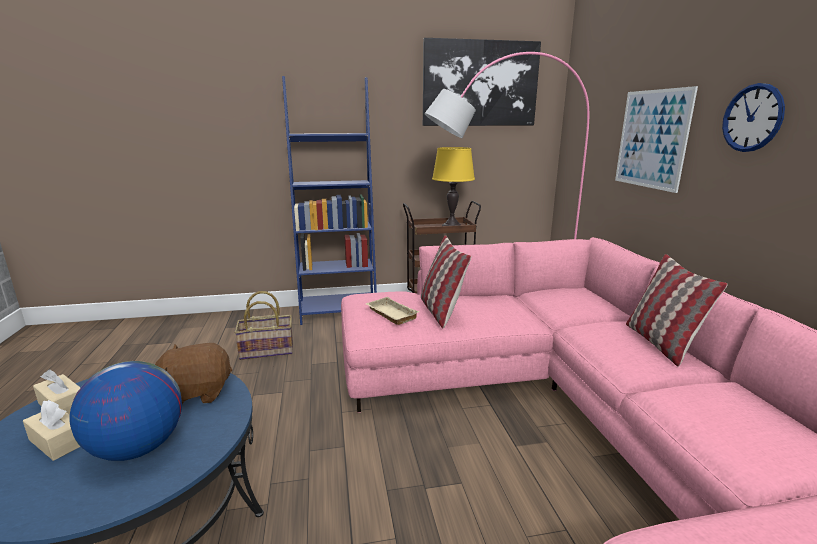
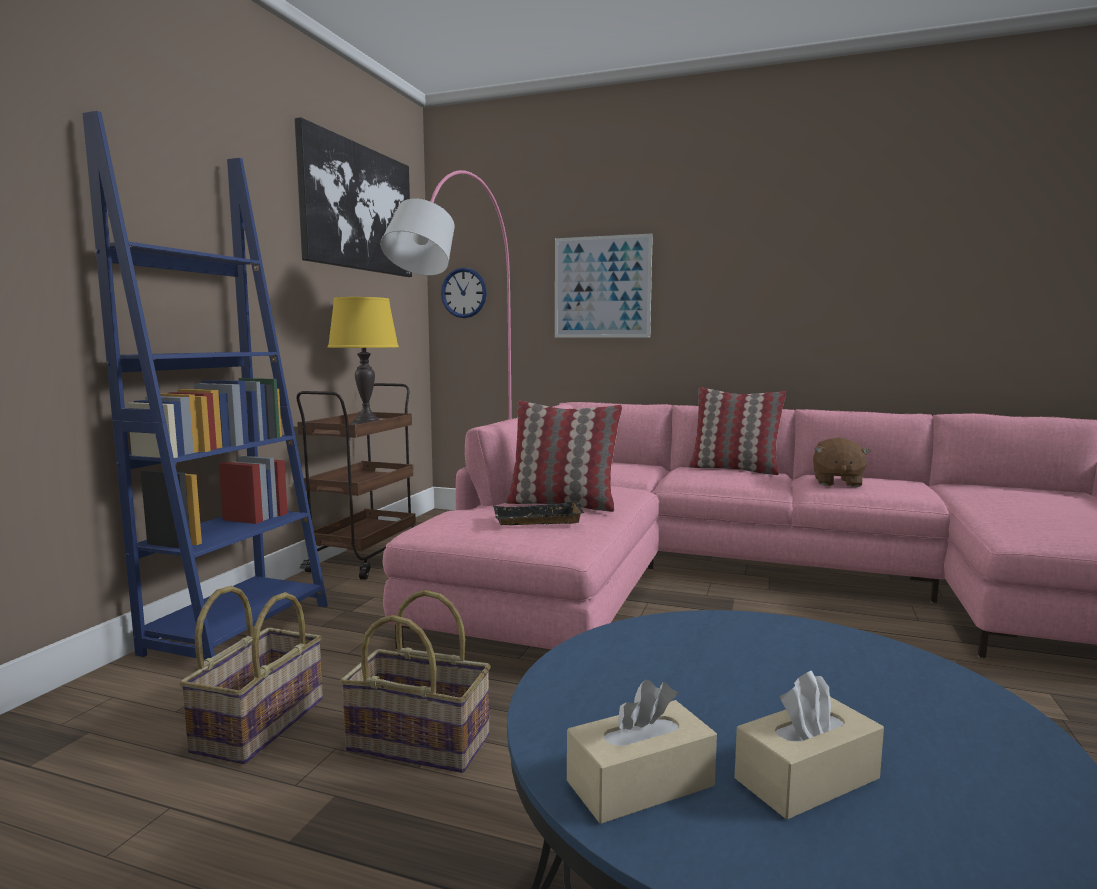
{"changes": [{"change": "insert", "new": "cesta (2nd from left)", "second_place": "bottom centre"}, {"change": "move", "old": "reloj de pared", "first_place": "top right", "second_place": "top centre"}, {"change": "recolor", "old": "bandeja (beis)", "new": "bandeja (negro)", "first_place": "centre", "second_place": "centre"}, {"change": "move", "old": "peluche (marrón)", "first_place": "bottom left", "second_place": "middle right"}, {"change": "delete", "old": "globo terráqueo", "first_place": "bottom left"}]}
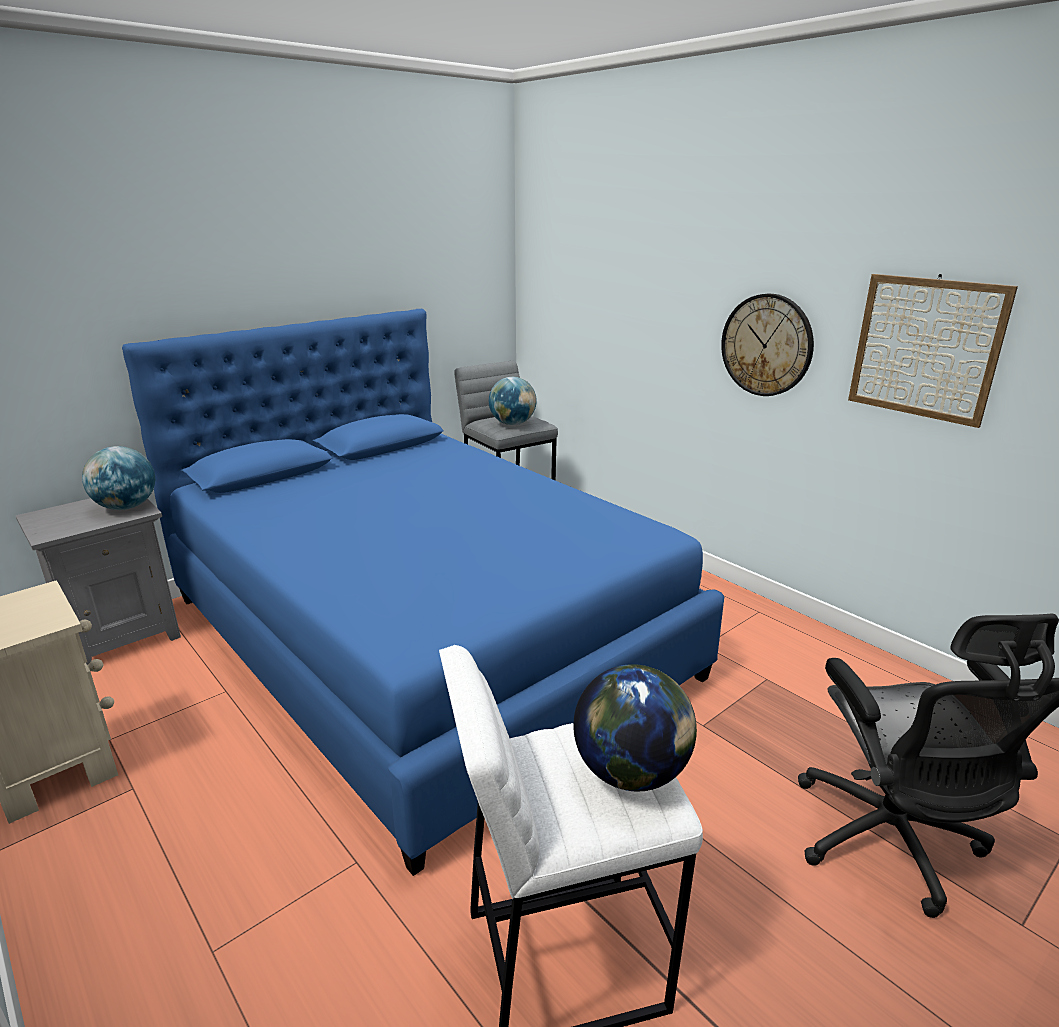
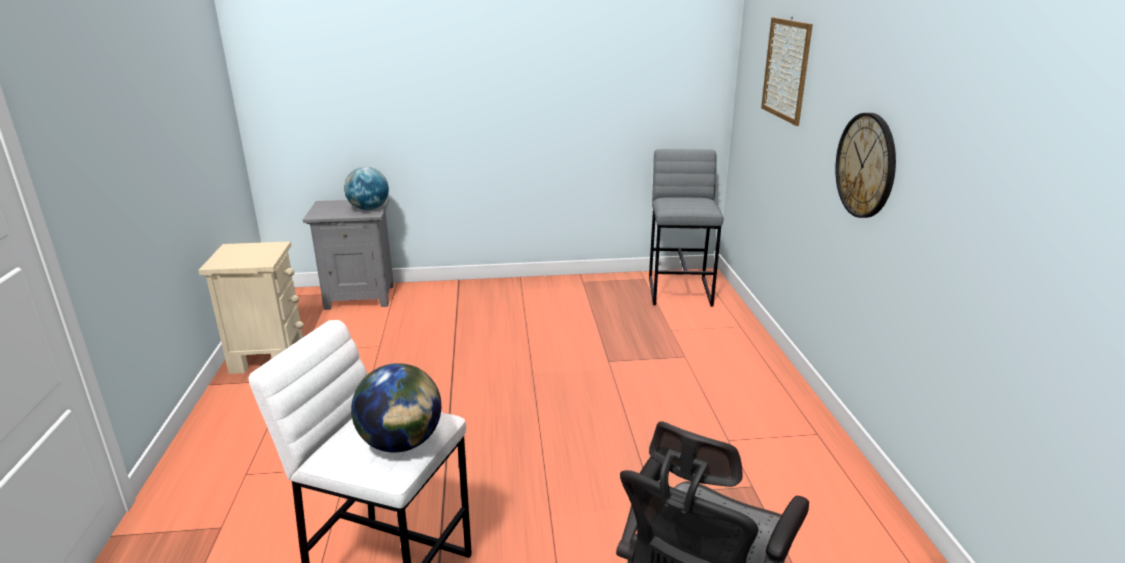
{"changes": [{"change": "move", "old": "cuadro", "first_place": "middle right", "second_place": "top right"}, {"change": "delete", "old": "cama (azul)", "first_place": "centre"}, {"change": "delete", "old": "globo terráqueo (2nd from left)", "first_place": "centre"}]}
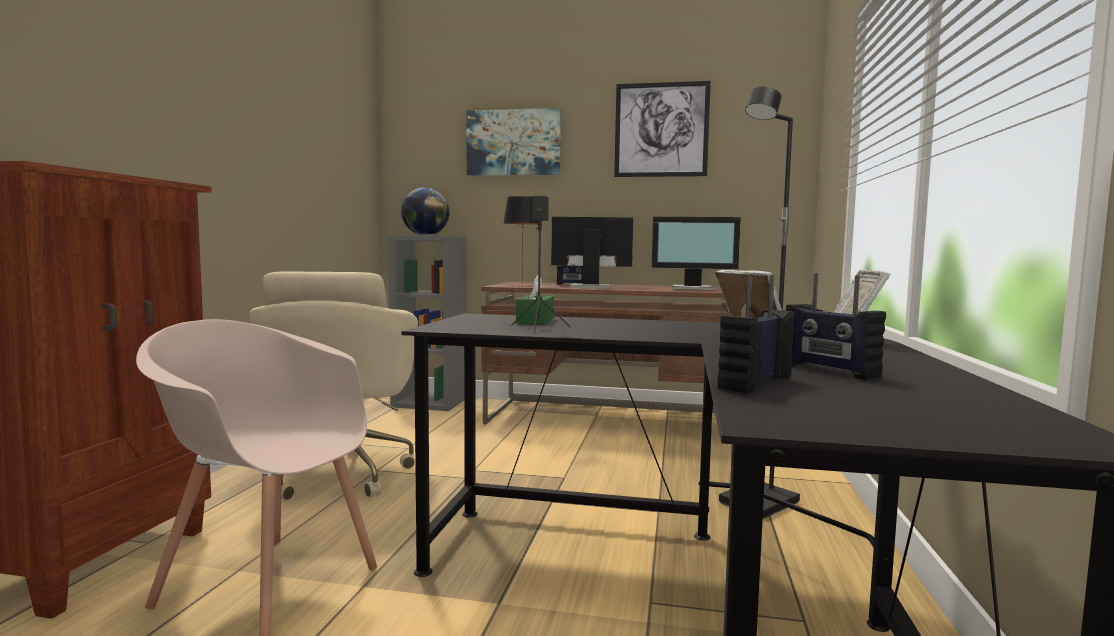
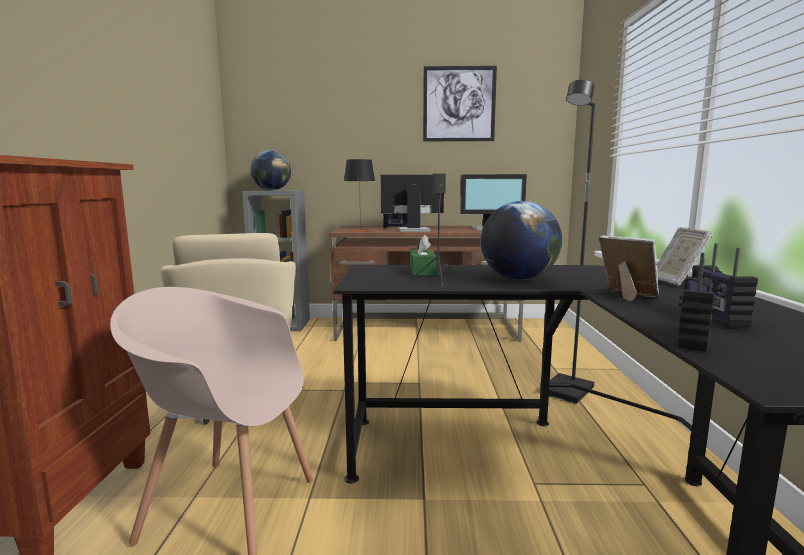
{"changes": [{"change": "insert", "new": "globo terráqueo (2nd from left)", "second_place": "centre"}, {"change": "rotate", "old": "radio (3rd from left)", "first_place": "middle right", "second_place": "middle right", "degrees": 45}, {"change": "delete", "old": "cuadro (1st from left)", "first_place": "top centre"}]}
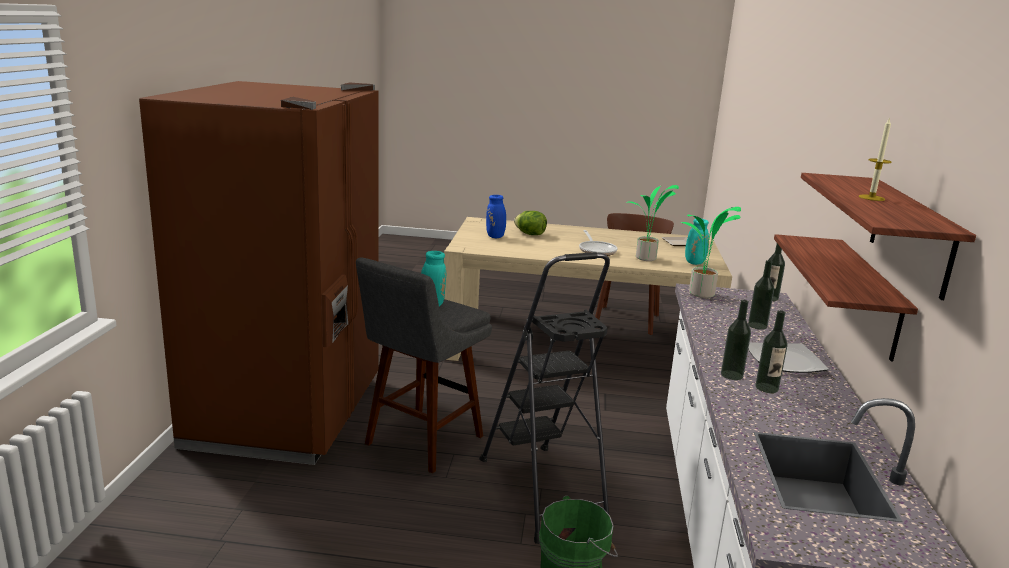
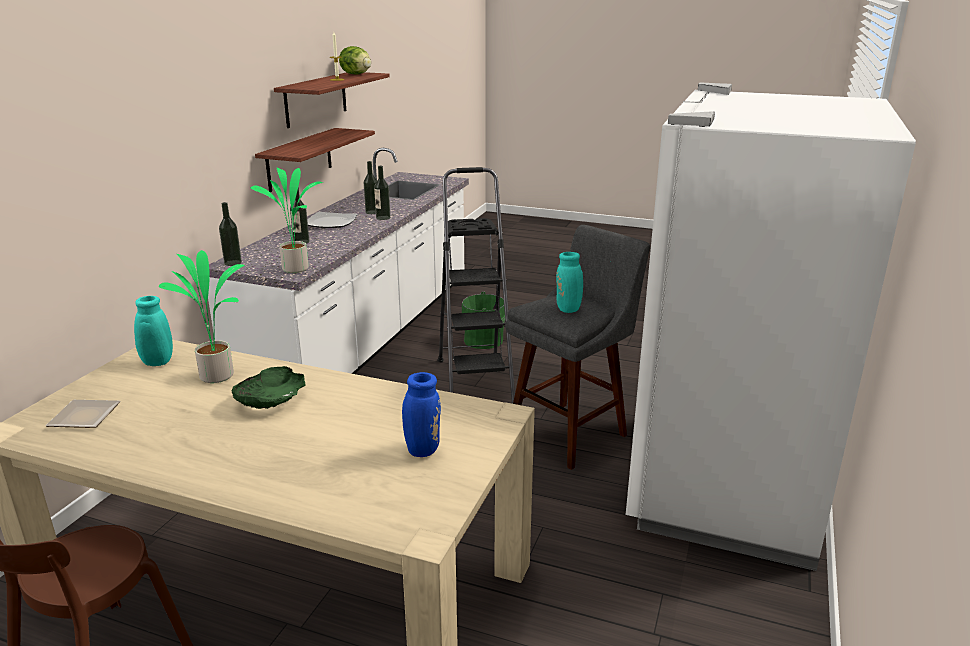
{"changes": [{"change": "replace", "old": "sartén", "new": "cuenco (verde)", "first_place": "centre", "second_place": "middle left"}, {"change": "move", "old": "lechuga", "first_place": "centre", "second_place": "top centre"}, {"change": "recolor", "old": "nevera (marrón)", "new": "nevera (blanco)", "first_place": "middle left", "second_place": "middle right"}]}
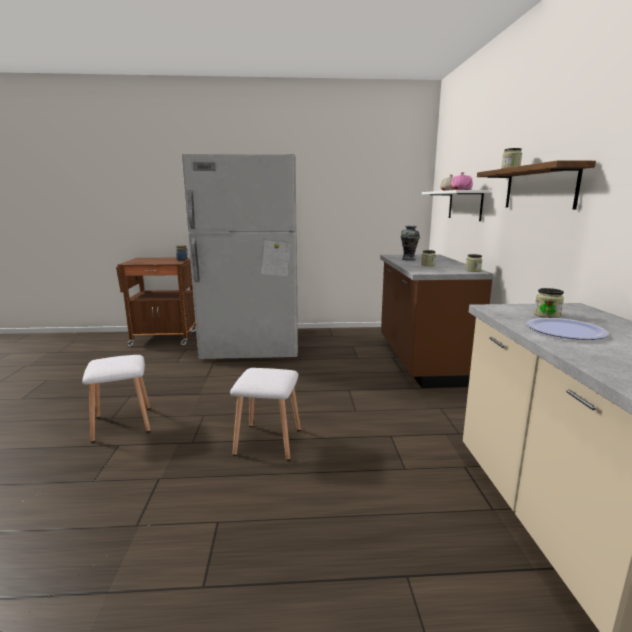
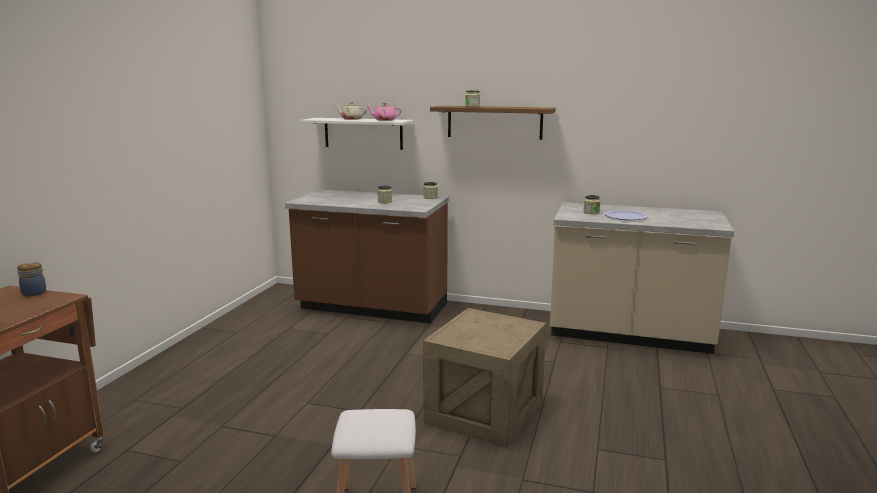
{"changes": [{"change": "replace", "old": "taburete (blanco) (2nd from left)", "new": "caja de embalaje", "first_place": "centre", "second_place": "bottom centre"}, {"change": "delete", "old": "nevera (blanco)", "first_place": "centre"}, {"change": "delete", "old": "florero", "first_place": "centre"}]}
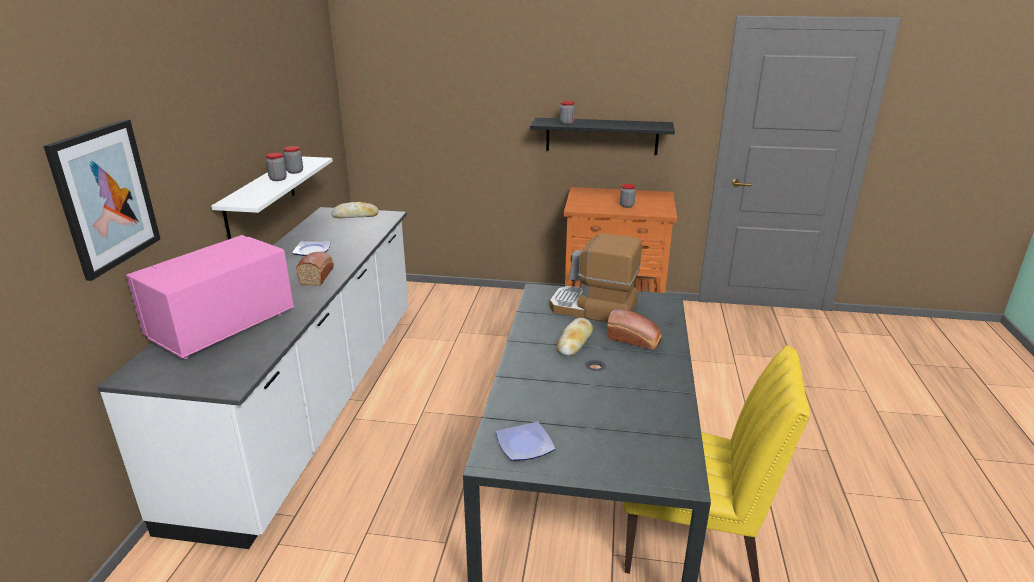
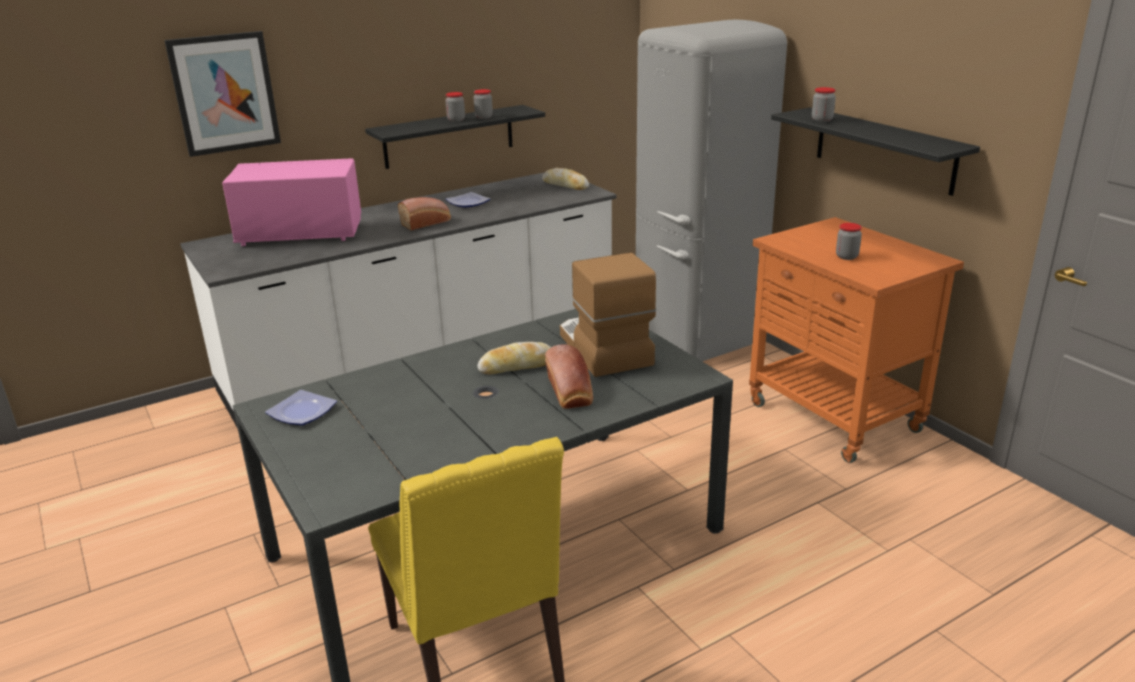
{"changes": [{"change": "recolor", "old": "estante (blanco)", "new": "estante (negro) (1st from left)", "first_place": "middle left", "second_place": "top centre"}, {"change": "insert", "new": "nevera (gris)", "second_place": "top centre"}]}
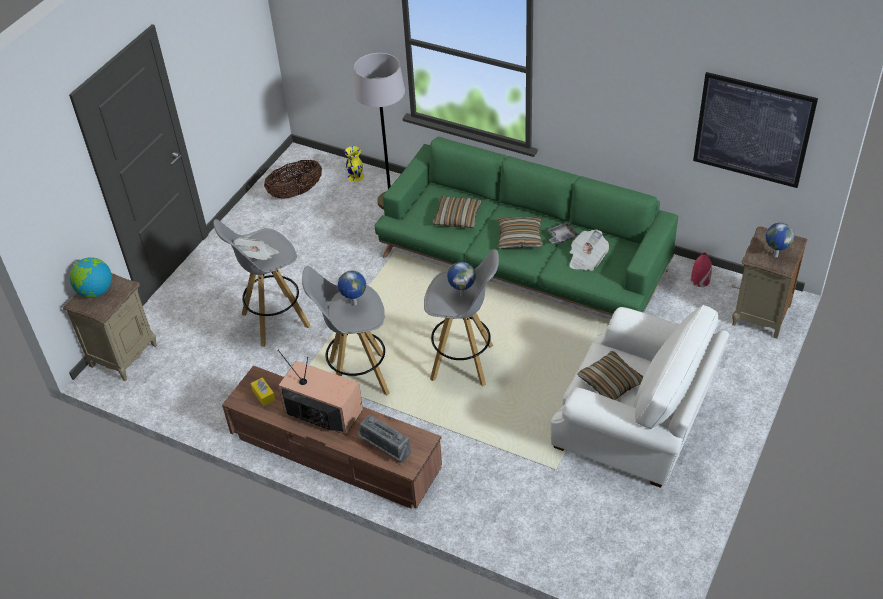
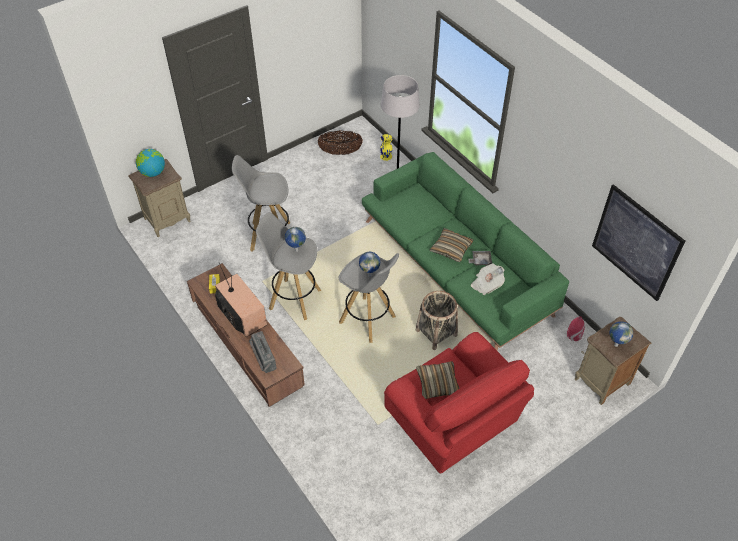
{"changes": [{"change": "recolor", "old": "sillón (blanco)", "new": "sillón (rojo)", "first_place": "middle right", "second_place": "bottom centre"}, {"change": "insert", "new": "cesta (2nd from left)", "second_place": "centre"}, {"change": "delete", "old": "periódico (1st from left)", "first_place": "middle left"}, {"change": "delete", "old": "cojín (1st from left)", "first_place": "centre"}]}
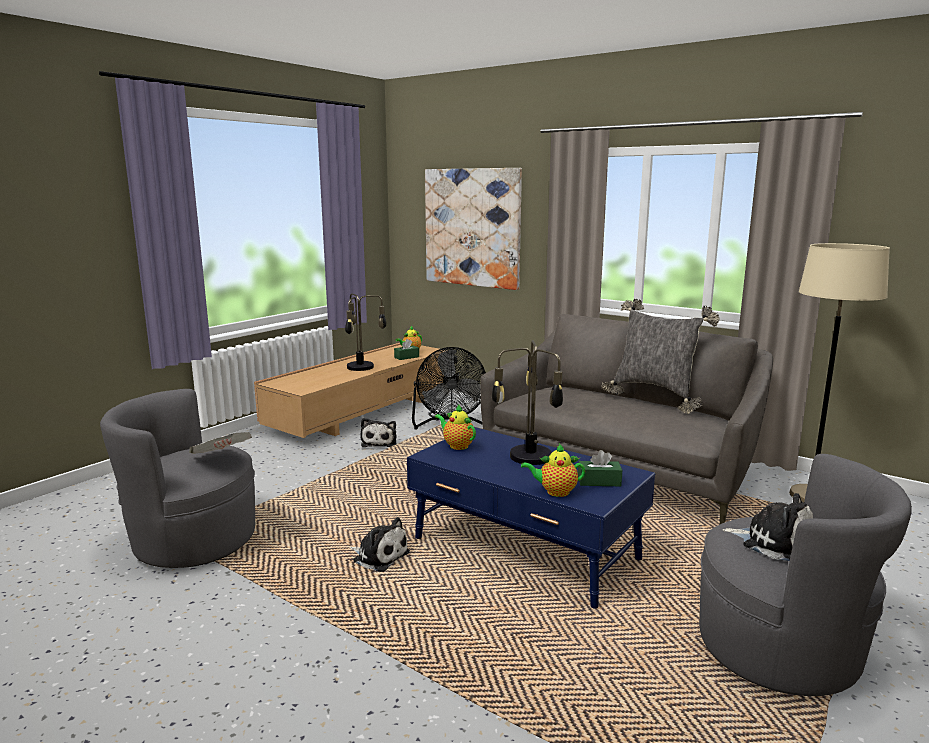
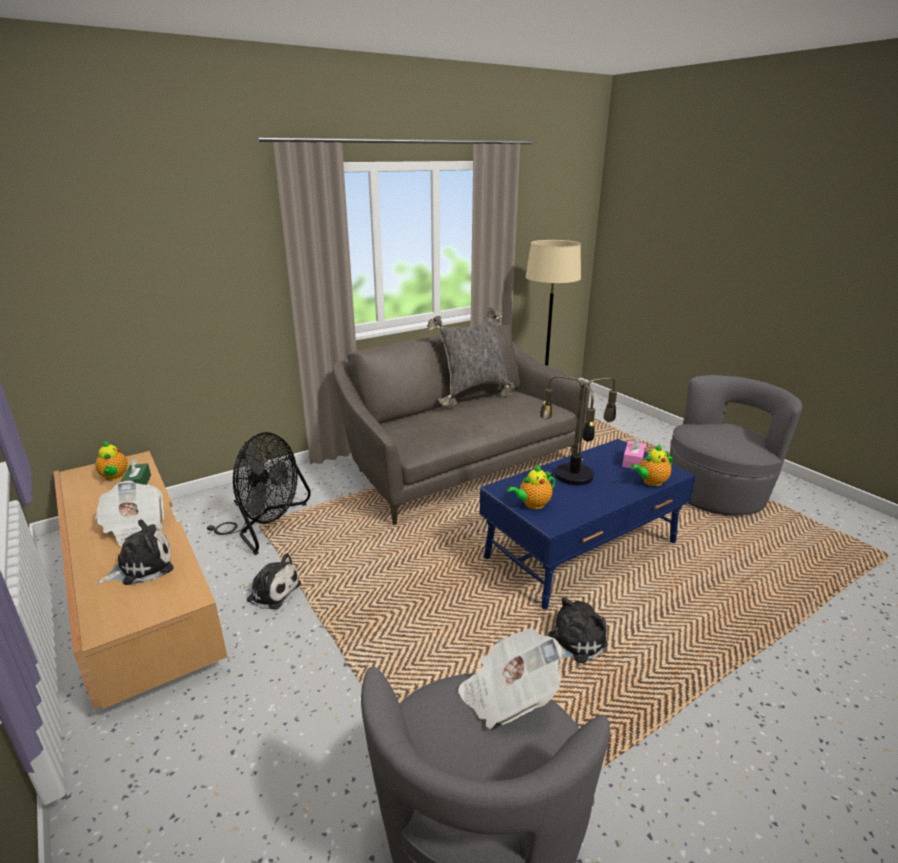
{"changes": [{"change": "replace", "old": "lámpara de mesa (1st from left)", "new": "periódico (1st from left)", "first_place": "centre", "second_place": "middle left"}, {"change": "move", "old": "peluche (3rd from left in the first image)", "new": "peluche (1st from left)", "first_place": "bottom right", "second_place": "middle left"}, {"change": "recolor", "old": "caja de pañuelos (verde) (2nd from left)", "new": "caja de pañuelos (rosa)", "first_place": "centre", "second_place": "middle right"}, {"change": "rotate", "old": "tetera (3rd from left)", "first_place": "centre", "second_place": "middle right", "degrees": 45}, {"change": "delete", "old": "cuadro", "first_place": "top centre"}]}
